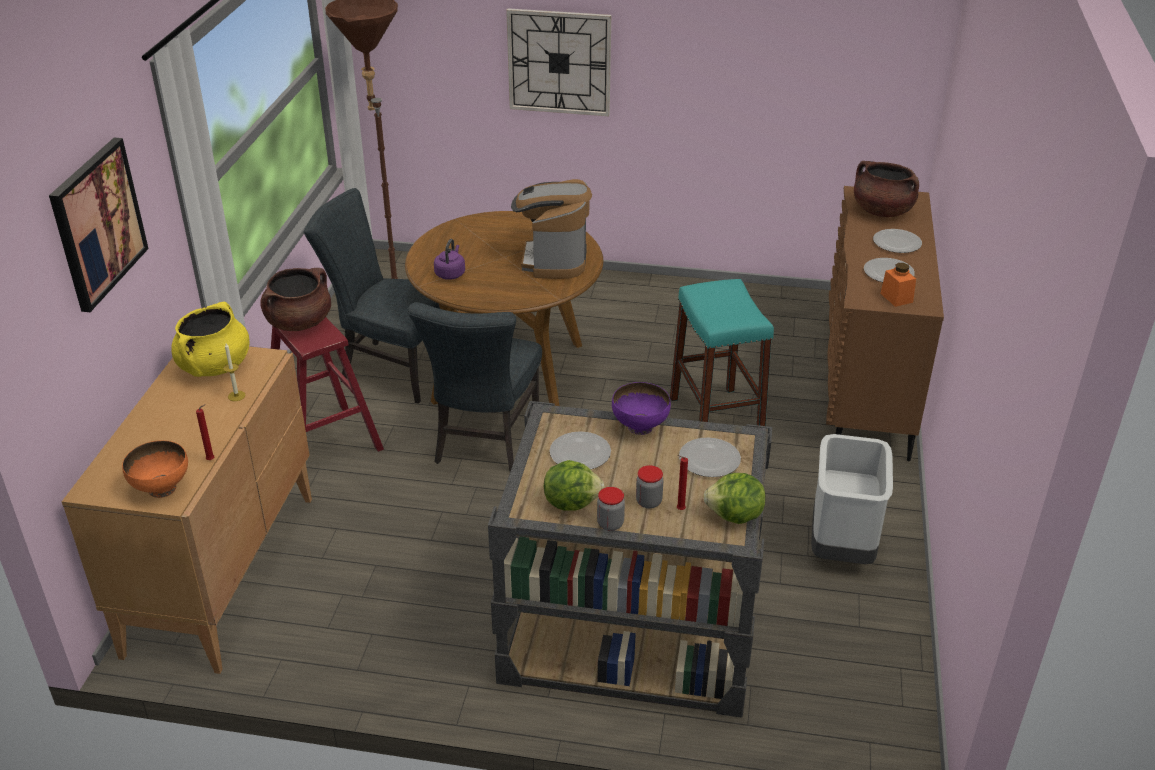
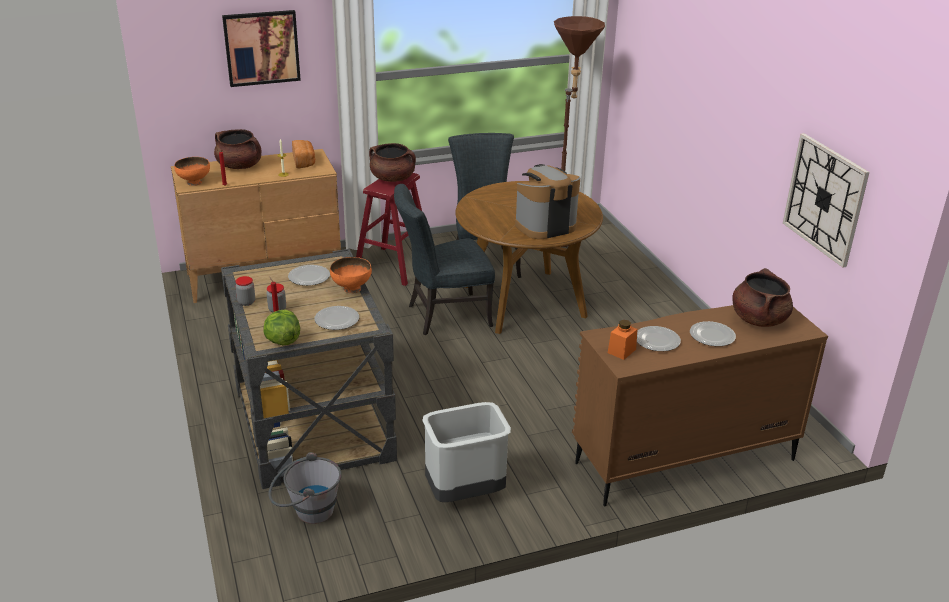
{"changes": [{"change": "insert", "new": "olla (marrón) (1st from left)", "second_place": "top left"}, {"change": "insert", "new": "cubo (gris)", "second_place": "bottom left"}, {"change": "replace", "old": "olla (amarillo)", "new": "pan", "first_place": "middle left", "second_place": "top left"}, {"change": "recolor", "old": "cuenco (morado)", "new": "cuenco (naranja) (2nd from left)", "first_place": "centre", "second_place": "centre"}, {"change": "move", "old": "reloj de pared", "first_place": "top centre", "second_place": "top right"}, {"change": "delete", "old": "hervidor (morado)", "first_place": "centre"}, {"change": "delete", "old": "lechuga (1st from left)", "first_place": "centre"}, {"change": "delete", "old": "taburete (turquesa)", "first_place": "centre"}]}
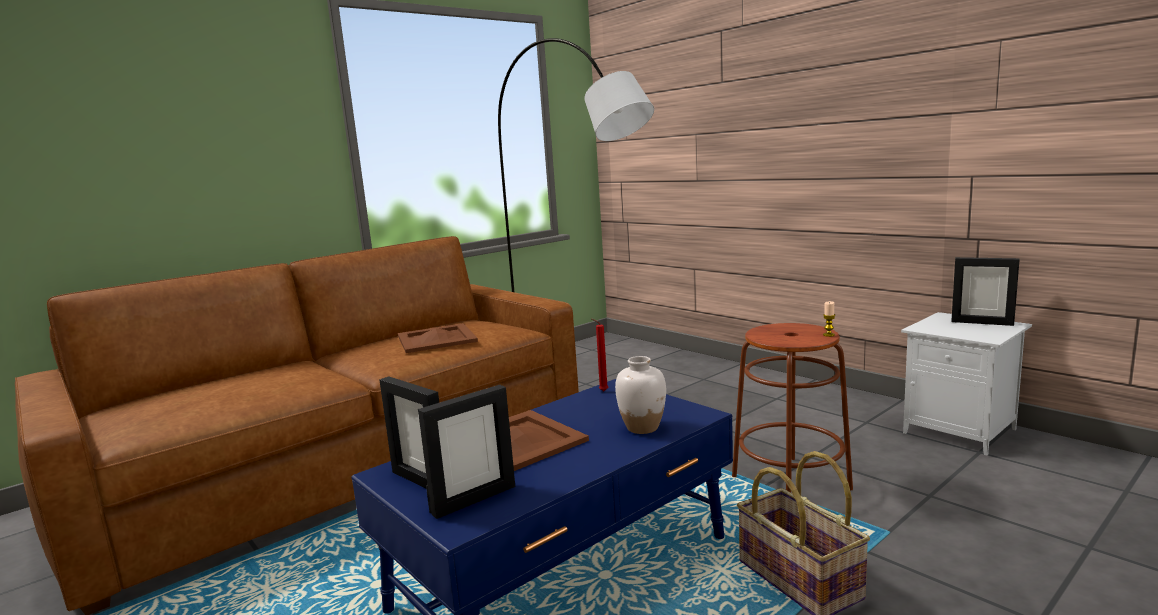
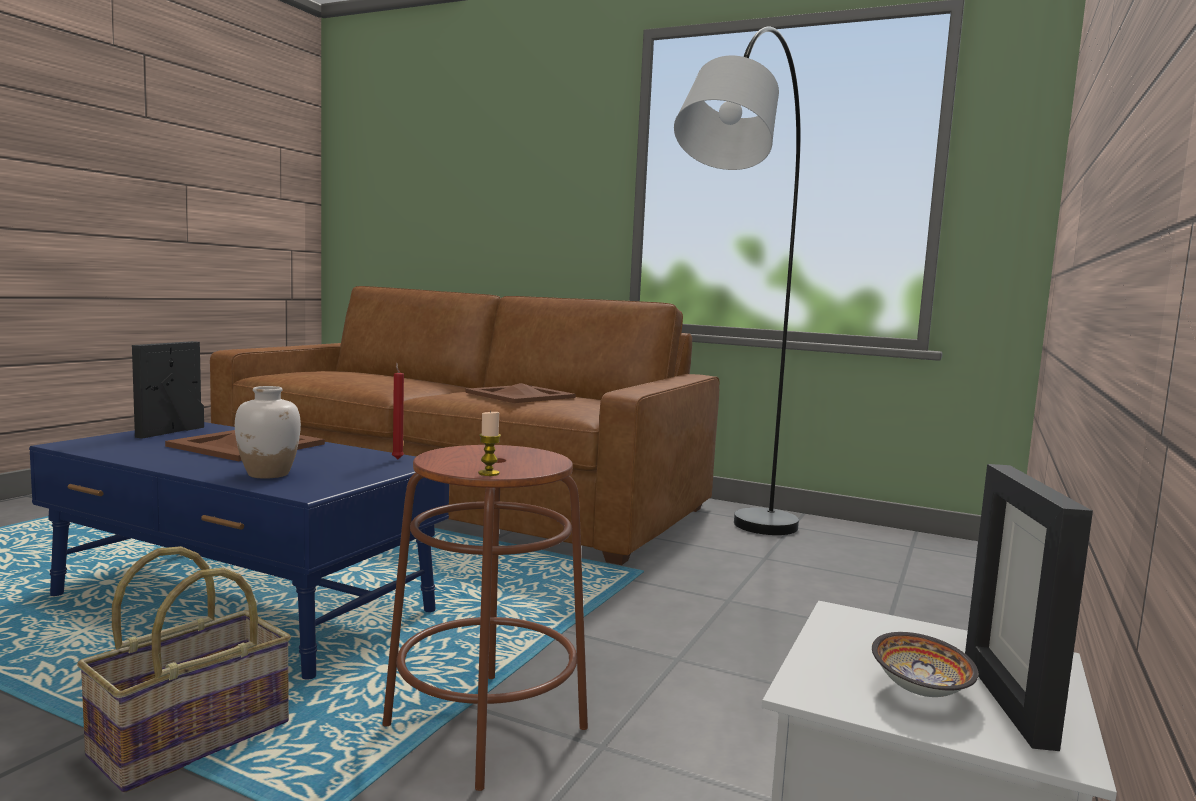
{"changes": [{"change": "insert", "new": "cuenco", "second_place": "bottom right"}, {"change": "delete", "old": "portarretratos (2nd from left)", "first_place": "bottom centre"}]}
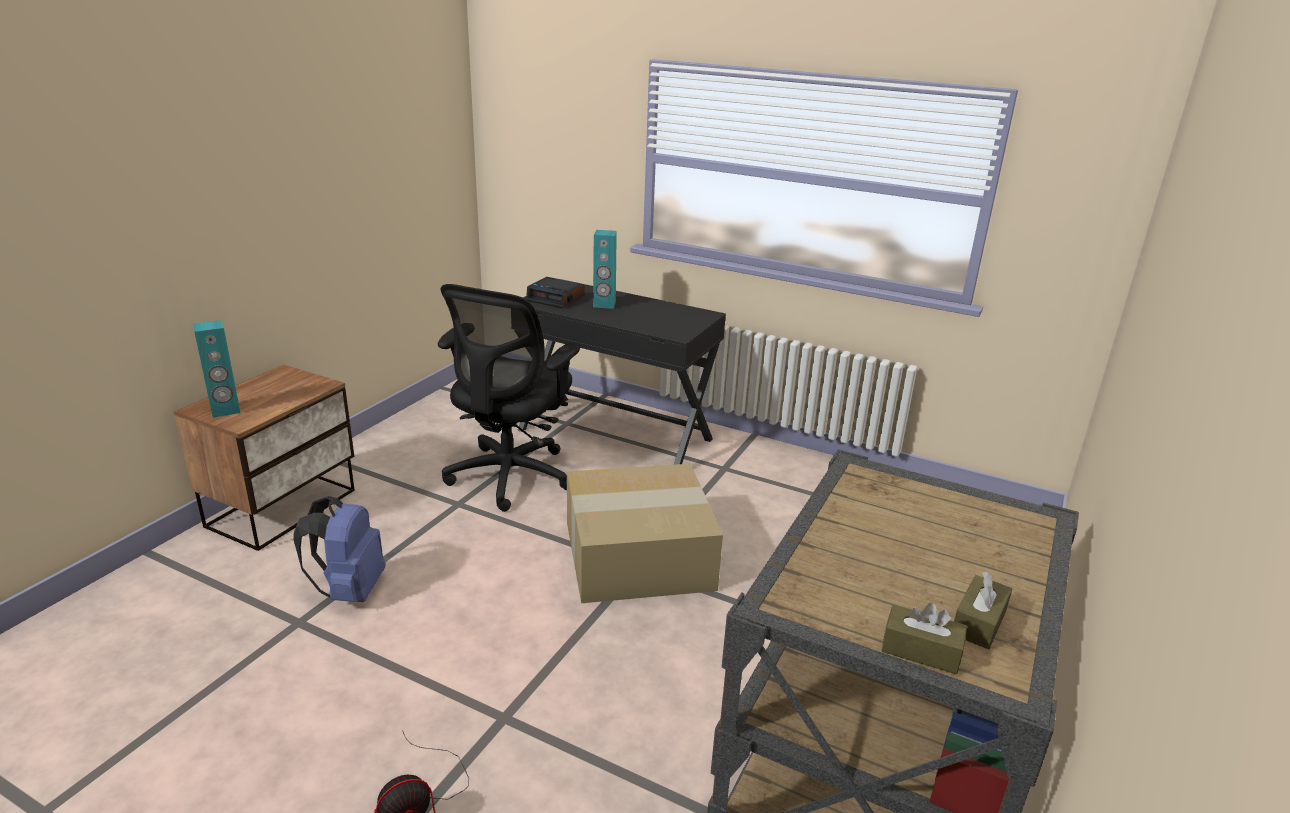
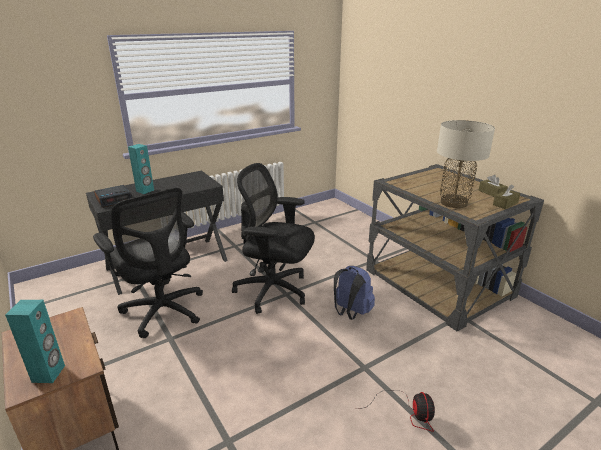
{"changes": [{"change": "replace", "old": "caja de cartón", "new": "silla de oficina (negro) (2nd from left)", "first_place": "centre", "second_place": "centre"}, {"change": "move", "old": "mochila (azul)", "first_place": "bottom left", "second_place": "centre"}, {"change": "insert", "new": "lámpara de mesa", "second_place": "middle right"}]}
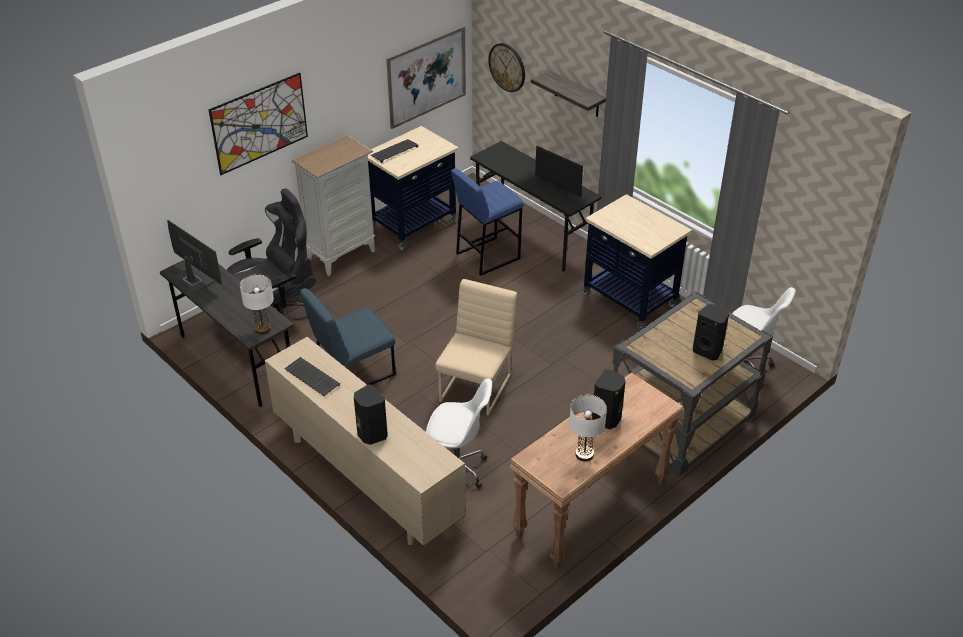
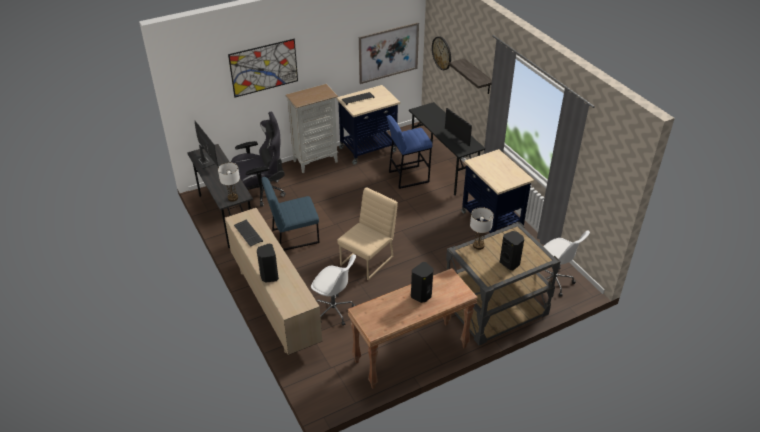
{"changes": [{"change": "move", "old": "lámpara de mesa (2nd from left)", "first_place": "bottom centre", "second_place": "centre"}]}
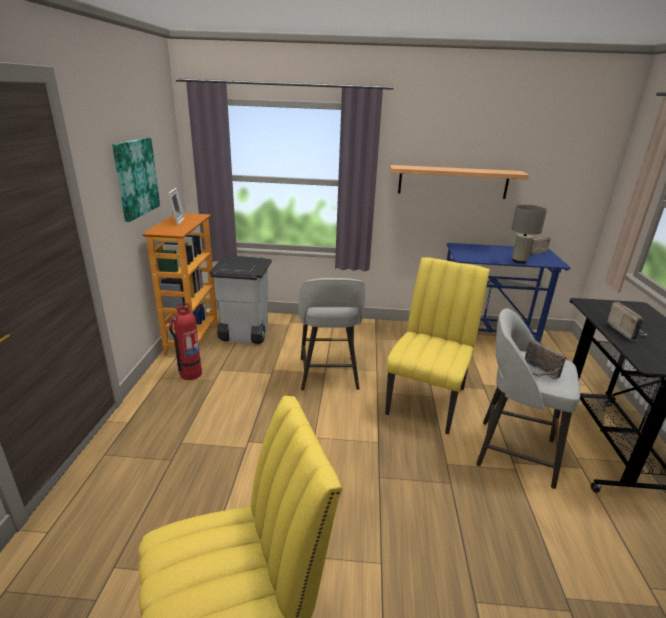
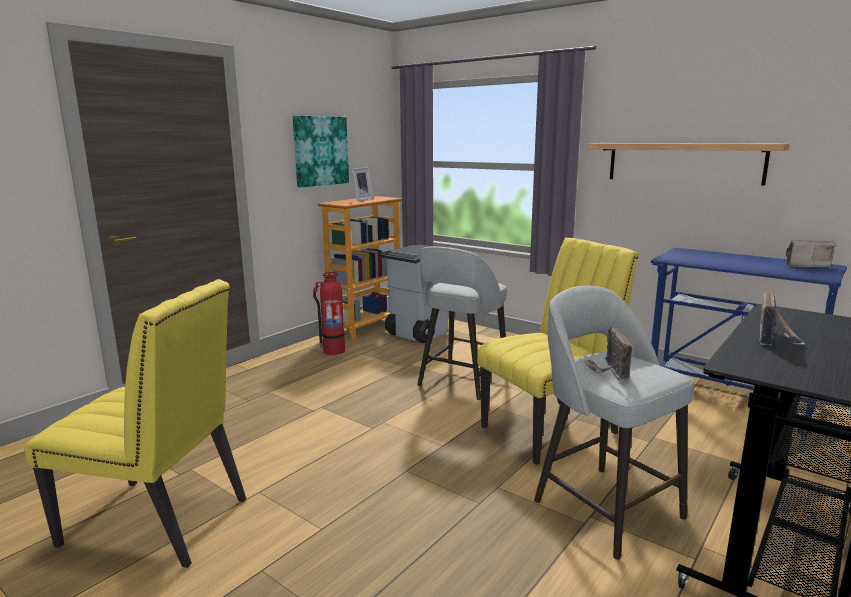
{"changes": [{"change": "delete", "old": "lámpara de mesa (gris)", "first_place": "middle right"}]}
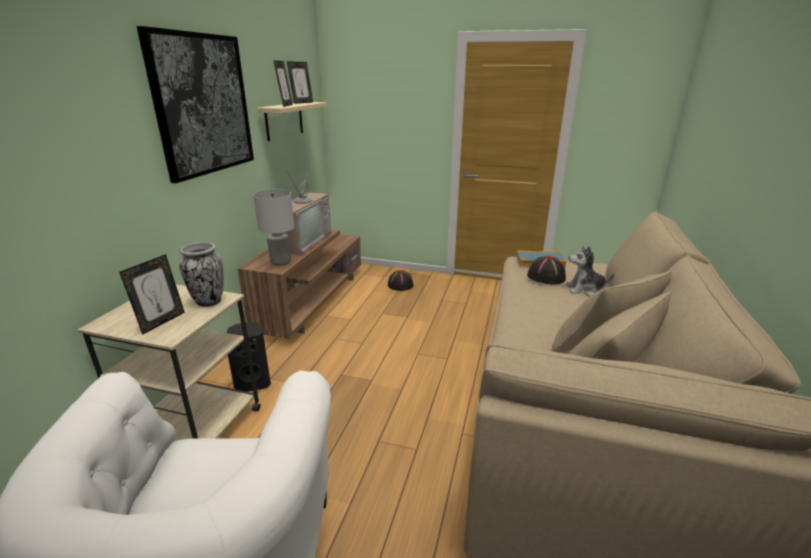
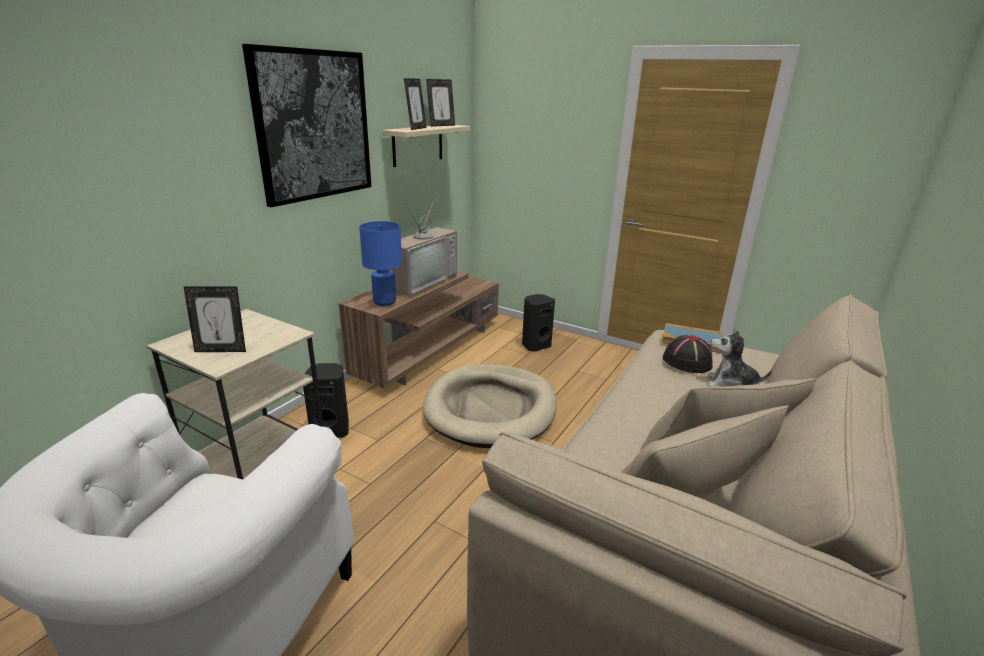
{"changes": [{"change": "rotate", "old": "portarretratos (1st from left)", "first_place": "middle left", "second_place": "middle left", "degrees": 45}, {"change": "recolor", "old": "lámpara de mesa (gris)", "new": "lámpara de mesa (azul)", "first_place": "centre", "second_place": "centre"}, {"change": "insert", "new": "cama para perro (beis)", "second_place": "centre"}, {"change": "replace", "old": "sombrero (negro) (1st from left)", "new": "altavoz (negro) (2nd from left)", "first_place": "centre", "second_place": "centre"}, {"change": "delete", "old": "florero", "first_place": "middle left"}]}
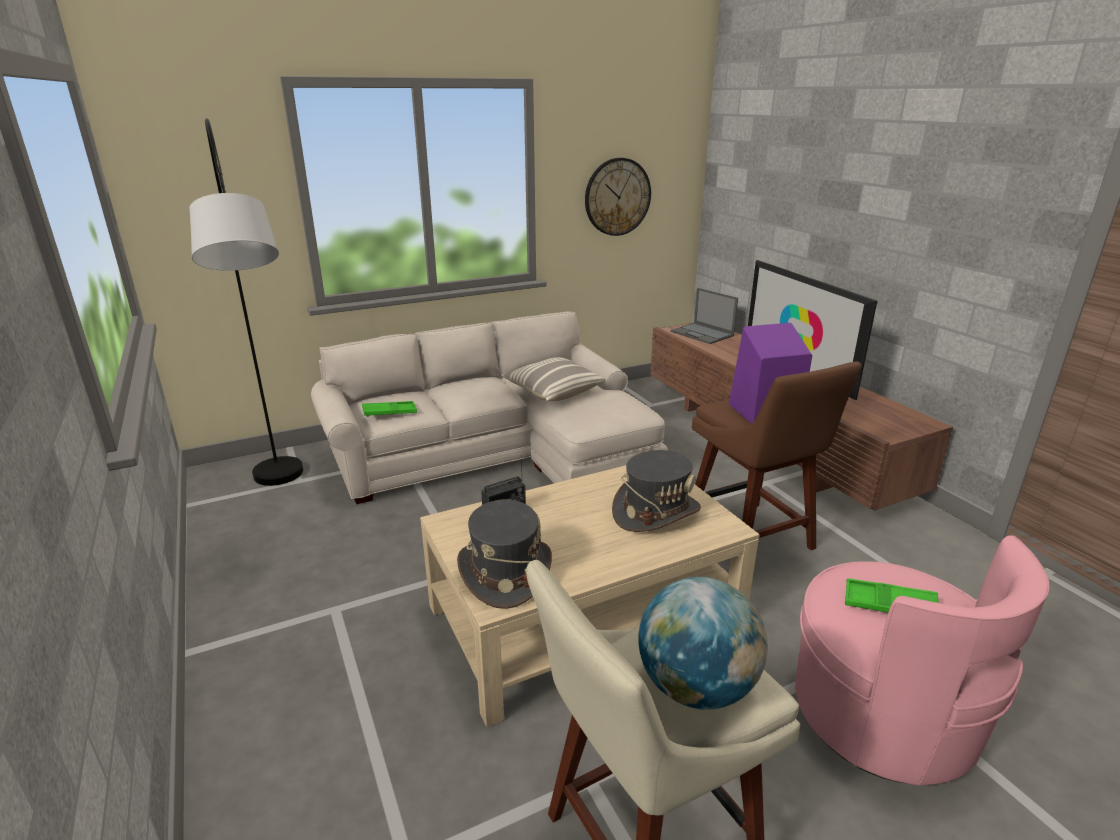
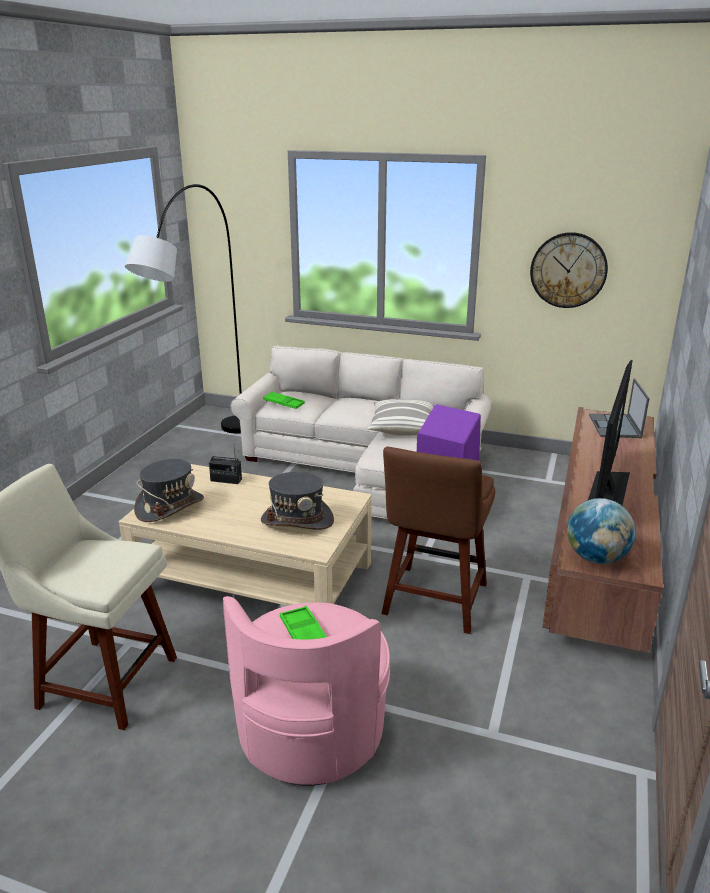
{"changes": [{"change": "move", "old": "globo terráqueo", "first_place": "bottom centre", "second_place": "middle right"}]}
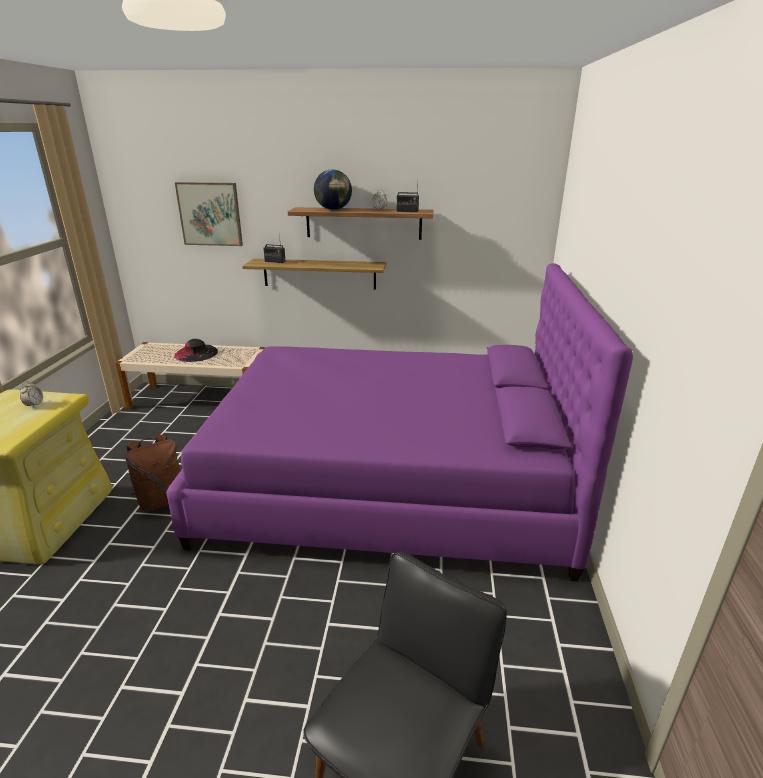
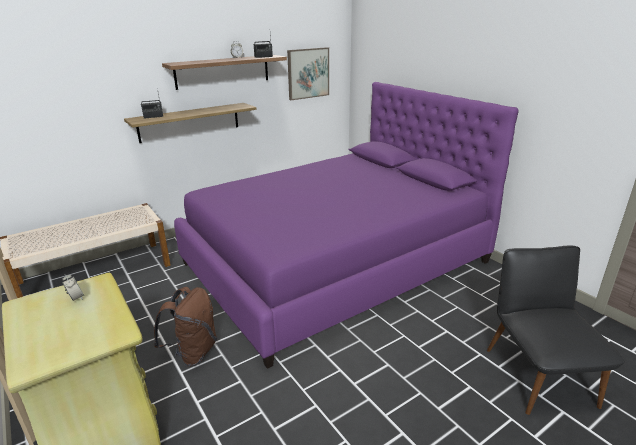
{"changes": [{"change": "move", "old": "cuadro", "first_place": "top left", "second_place": "top centre"}, {"change": "delete", "old": "sombrero (negro)", "first_place": "middle left"}, {"change": "delete", "old": "globo terráqueo", "first_place": "top centre"}]}
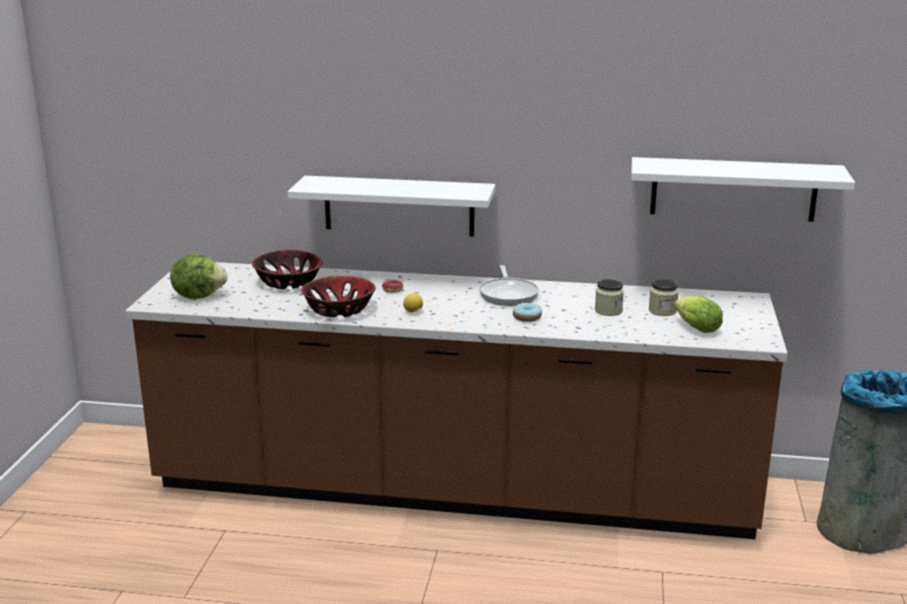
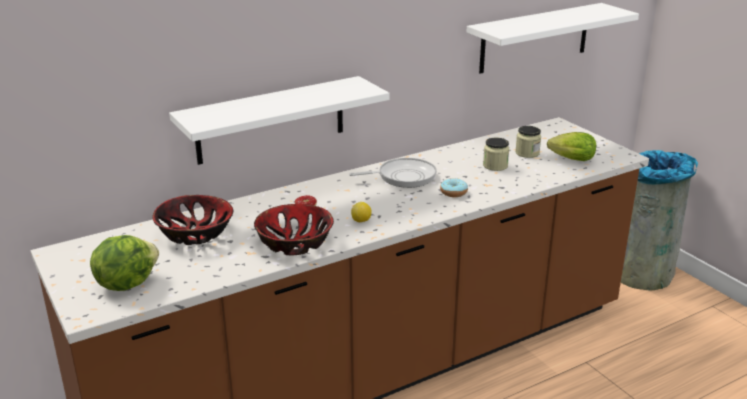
{"changes": [{"change": "rotate", "old": "sartén", "first_place": "centre", "second_place": "centre", "degrees": -60}]}
